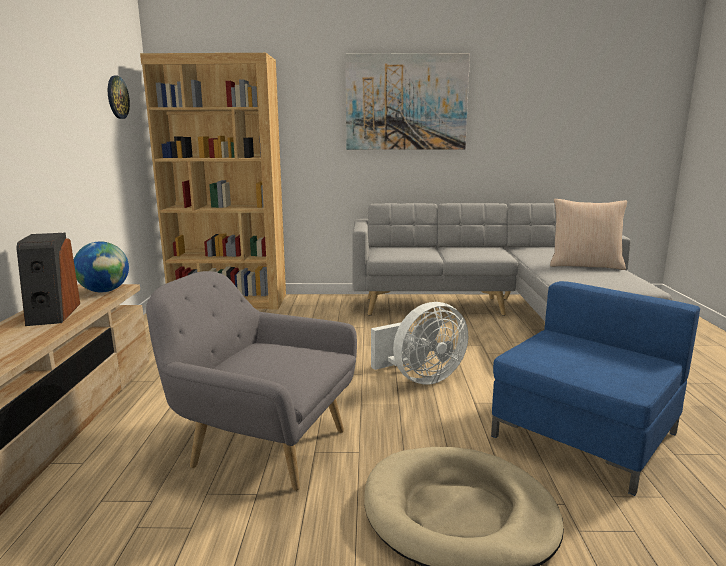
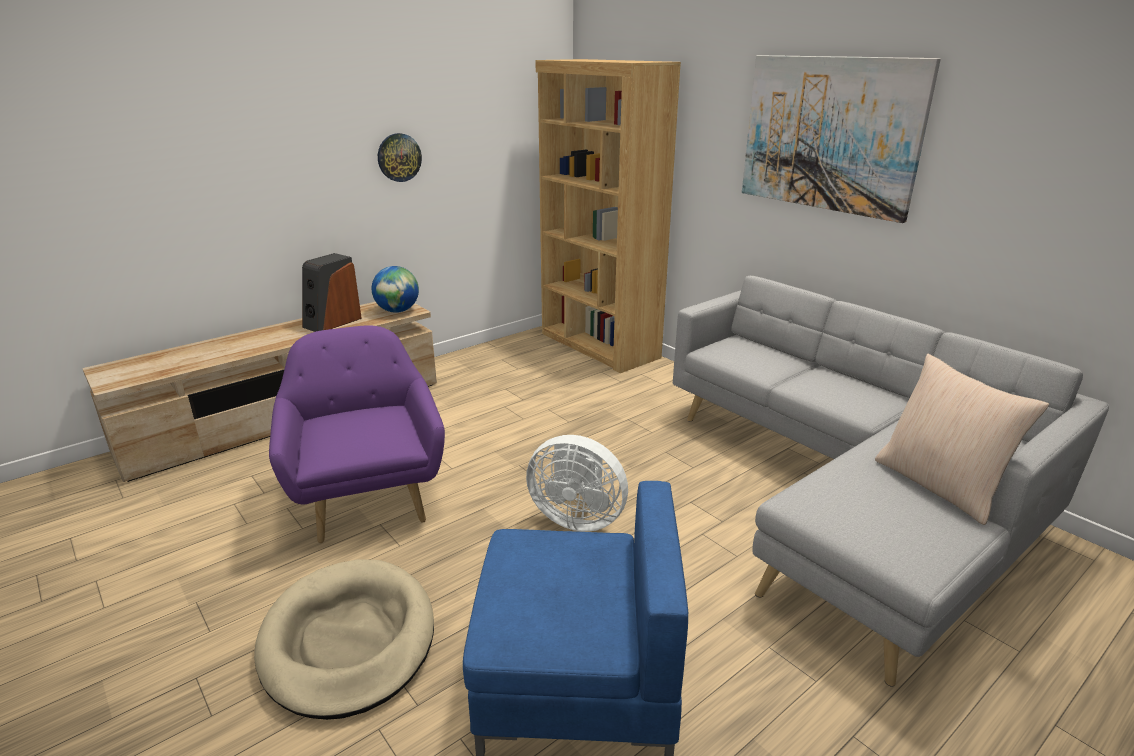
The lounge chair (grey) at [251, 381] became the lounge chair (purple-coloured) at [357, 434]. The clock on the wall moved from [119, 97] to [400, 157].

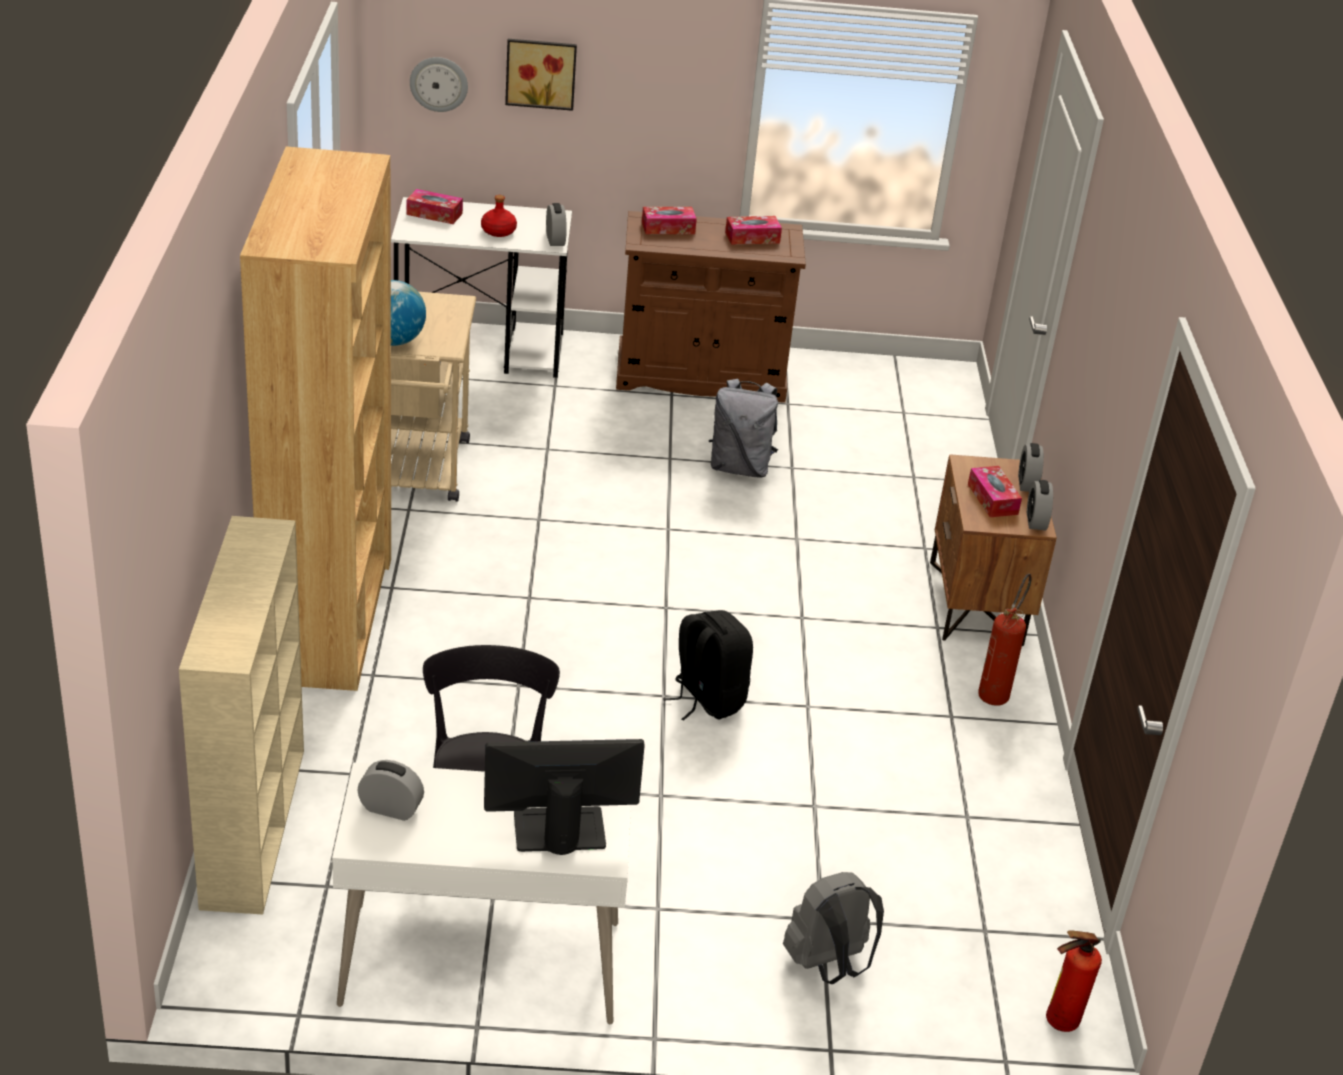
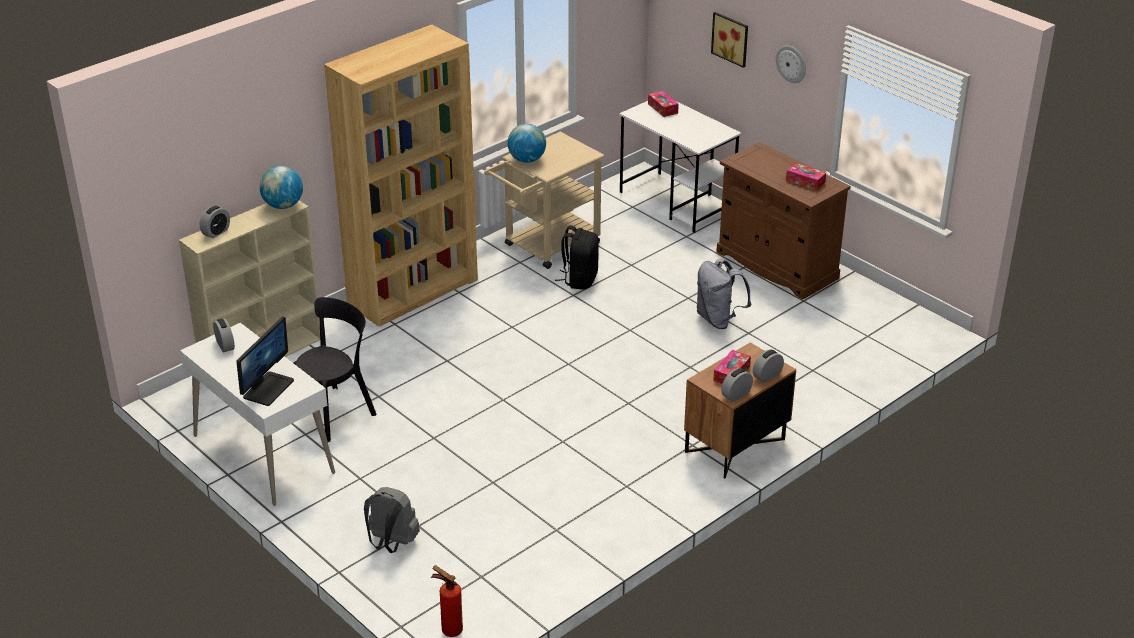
The alarm clock moved from [556, 224] to [215, 222]. The monitor at [564, 797] turned 75 degrees clockwise. The globe at [281, 187] appeared. The knapsack (blackish) moved from [708, 665] to [577, 258]. The clock on the wall moved from [439, 84] to [791, 64]. The bottle (red) at [499, 216] disappeared. The tissue box at [669, 220] disappeared. The fire extinguisher at [1005, 639] disappeared.

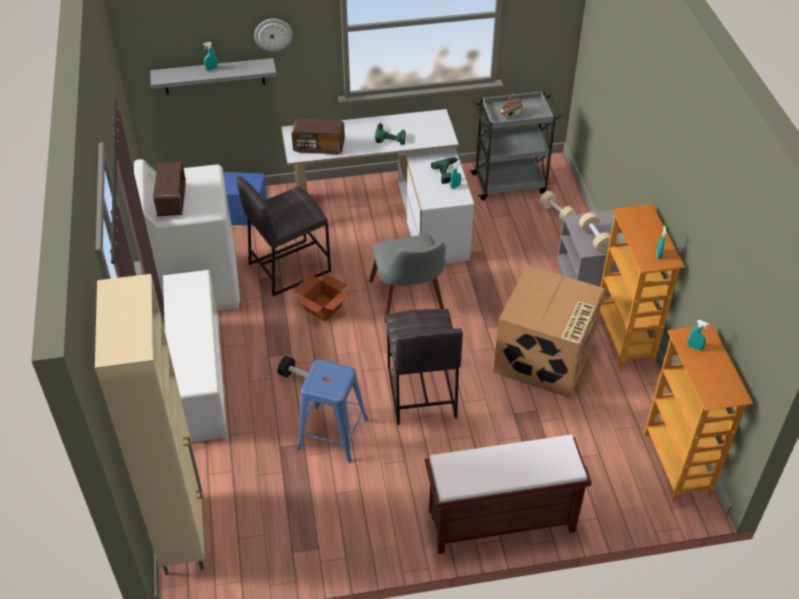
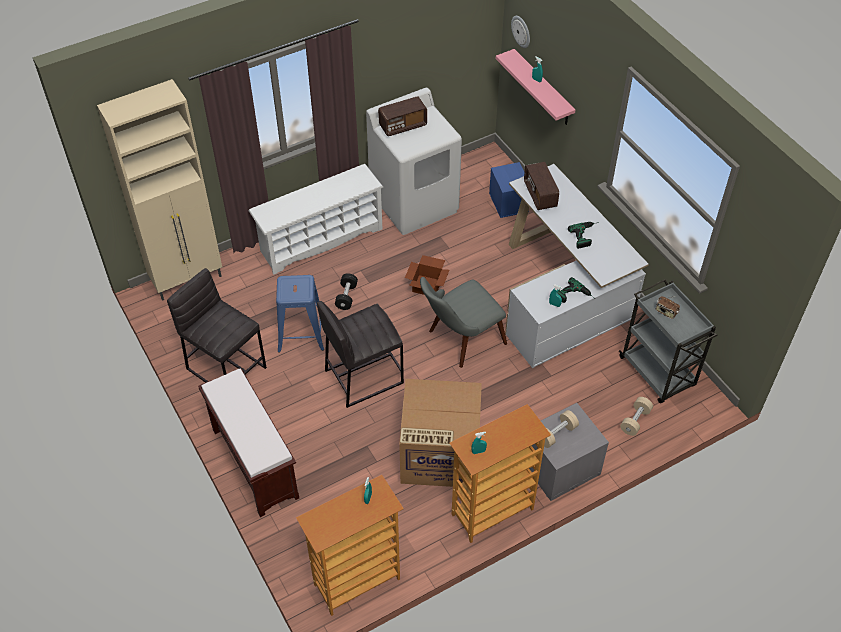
The stool (grey) moved from [283, 236] to [217, 325]. The wall shelf (grey) at [213, 76] became the wall shelf (pink-coloured) at [535, 87]. The clock on the wall moved from [273, 35] to [520, 32].

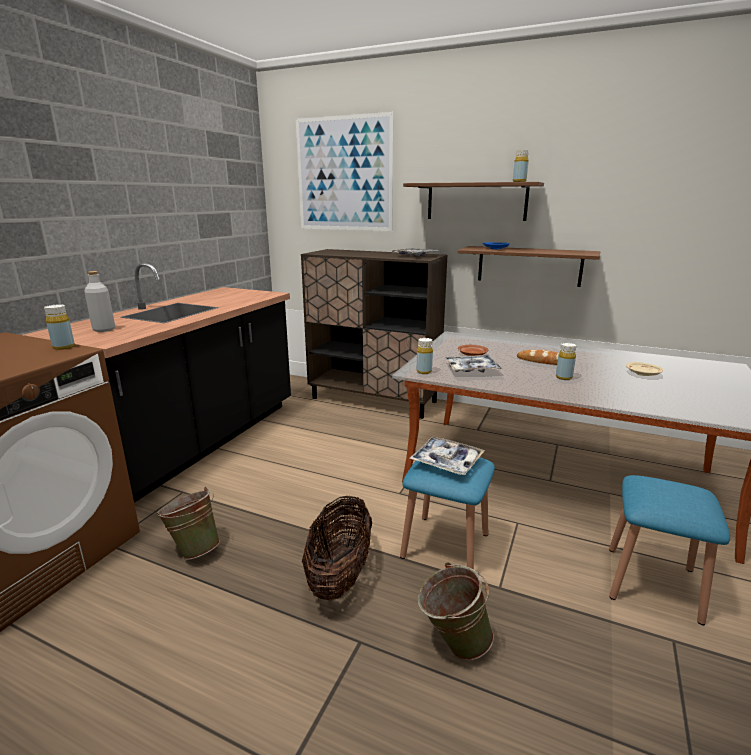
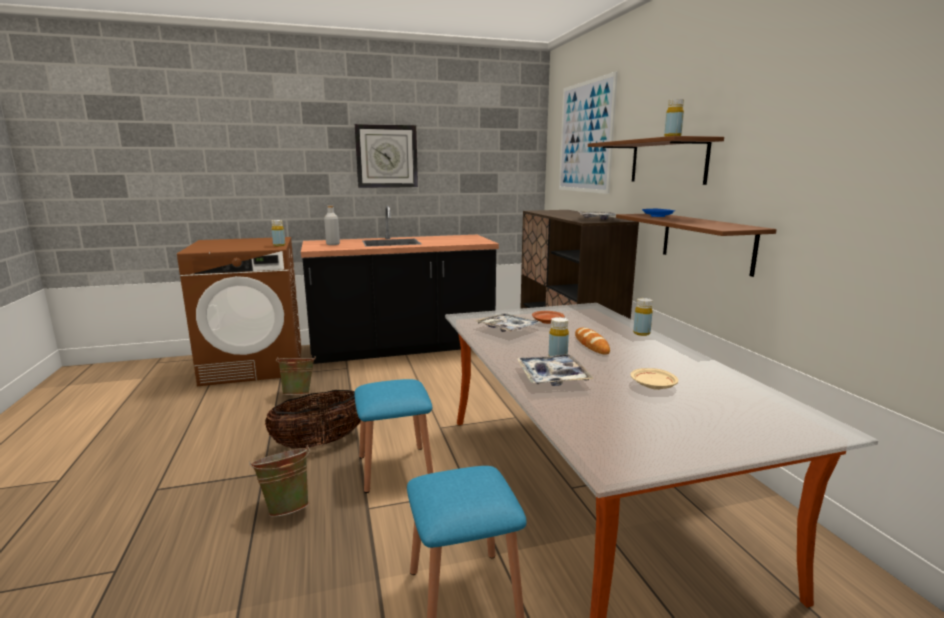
The clock on the wall at [386, 156] appeared. The carrying tray moved from [447, 456] to [555, 370]. The bottle (yellowish) moved from [425, 356] to [643, 317].

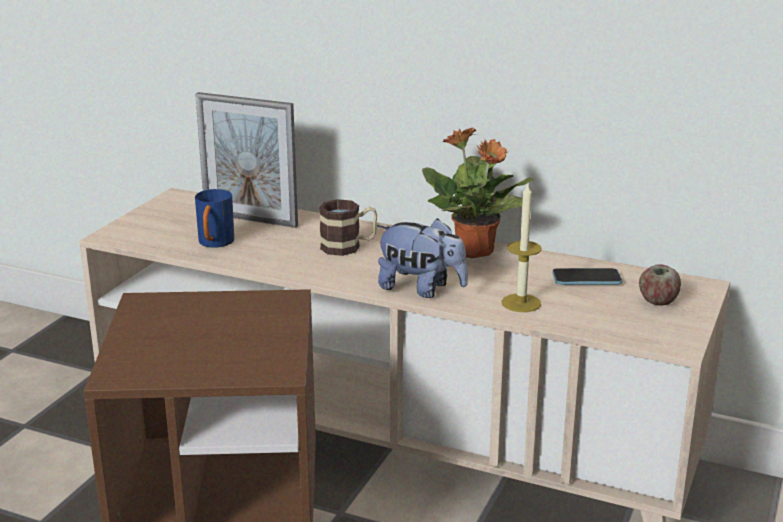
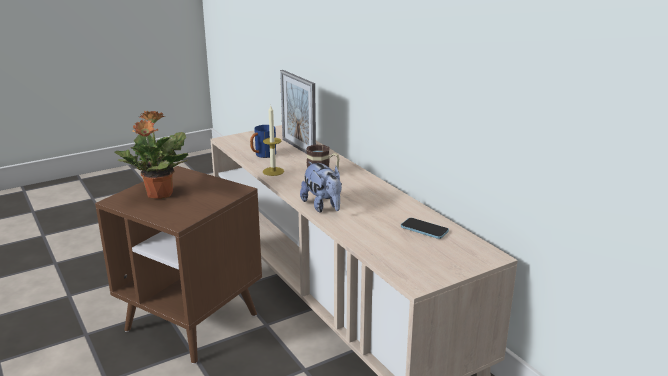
The houseplant moved from [477, 193] to [151, 154]. The candle moved from [521, 248] to [273, 141]. The whole apple at [660, 285] disappeared.

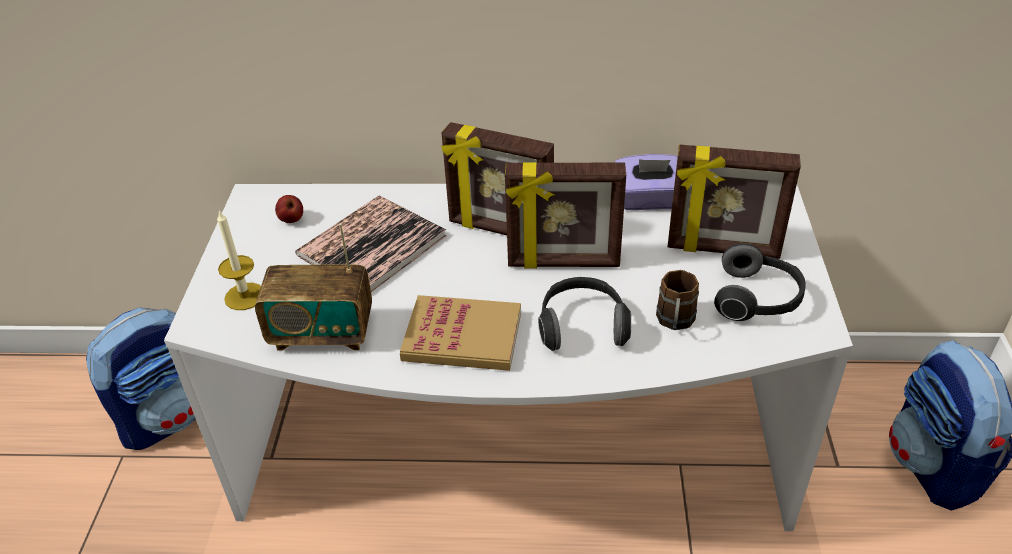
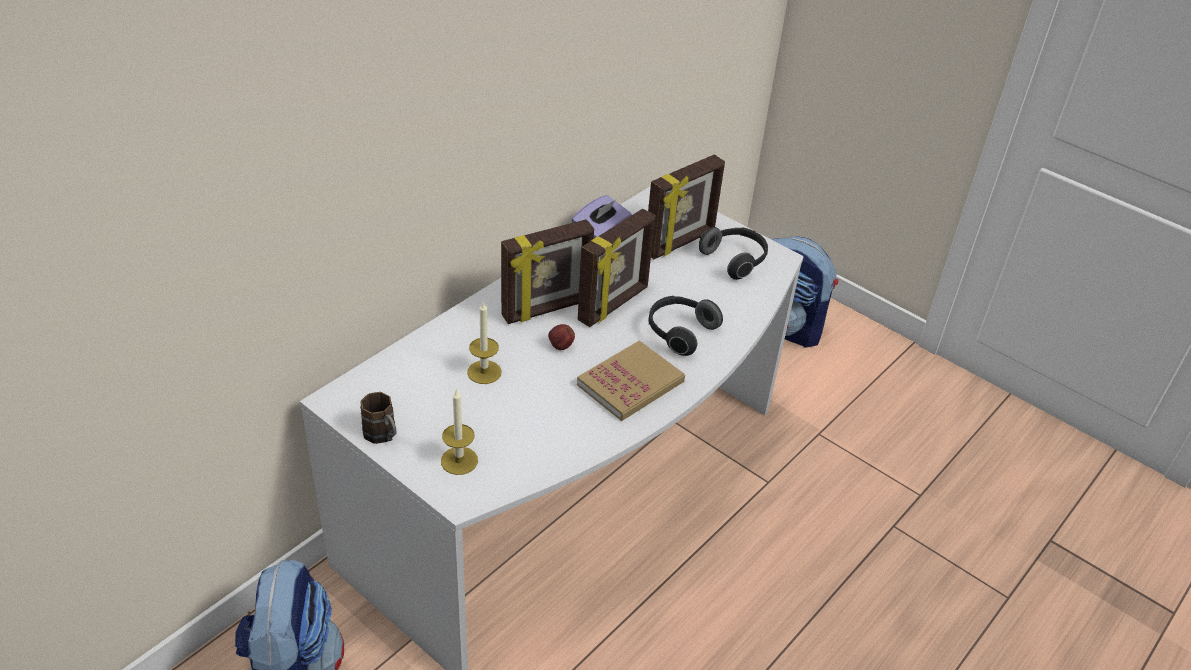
The mug (brownish) moved from [677, 300] to [378, 418]. The bound book at [371, 244] was replaced by the candle at [484, 343]. The whole apple moved from [289, 209] to [561, 337]. The radio at [313, 287] disappeared.

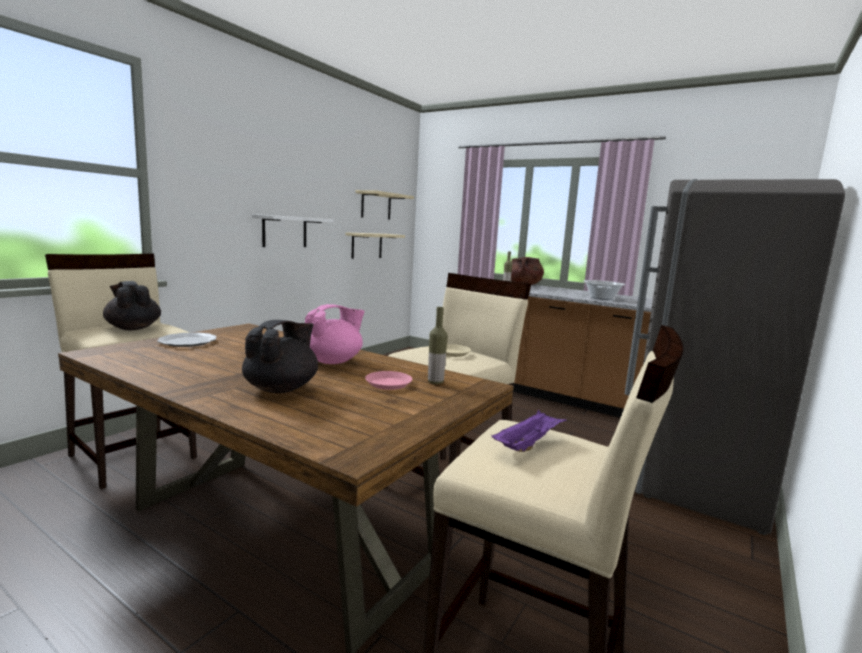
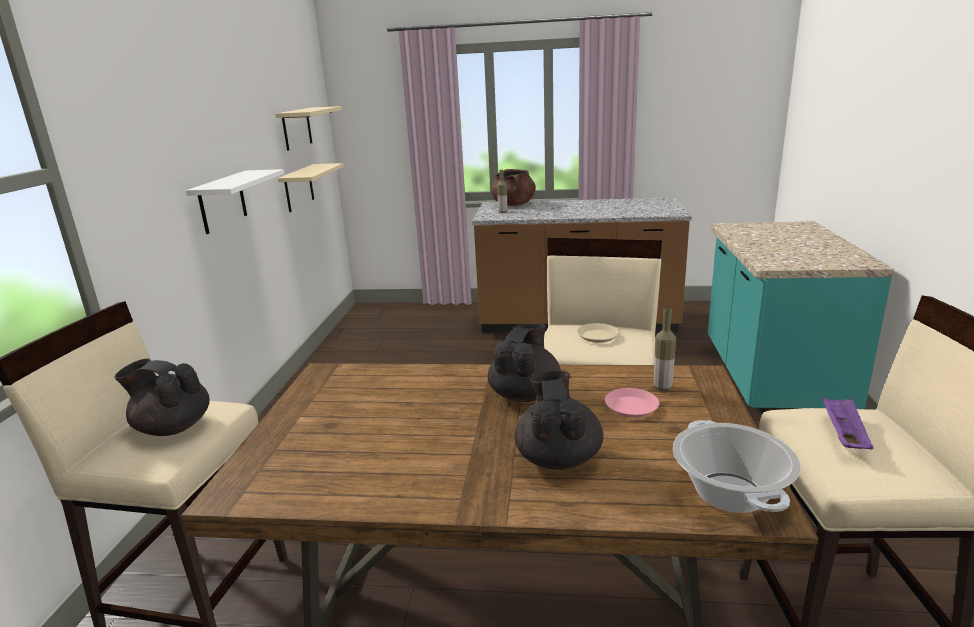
The pot for tea (pink-coloured) at [335, 334] became the pot for tea (blackish) at [524, 363]. The stockpot moved from [604, 290] to [737, 466]. The kitchen fridge (grey) at [735, 357] was replaced by the kitchen counter (blue-green) at [801, 320]. The plate at [187, 339] disappeared.

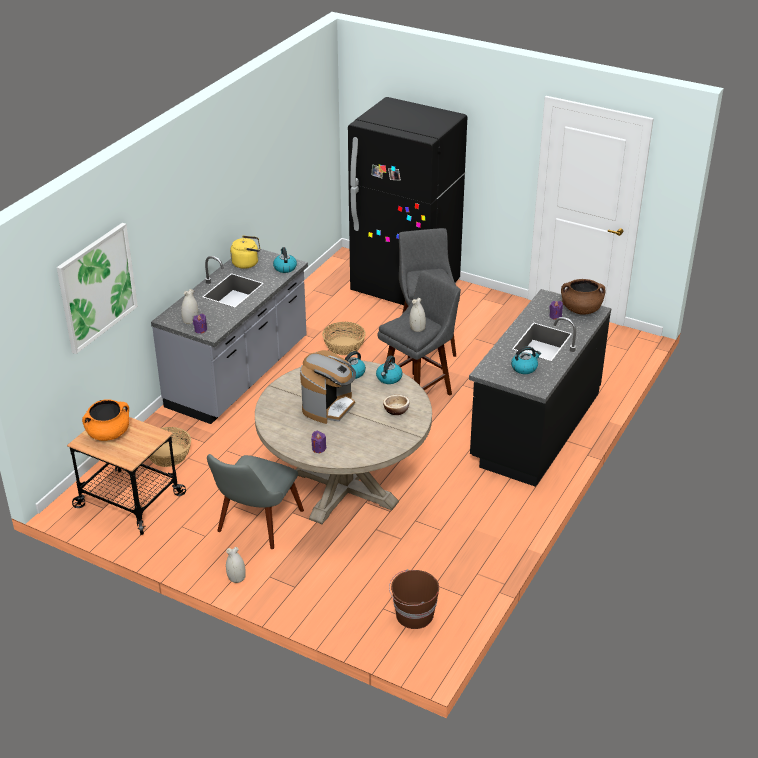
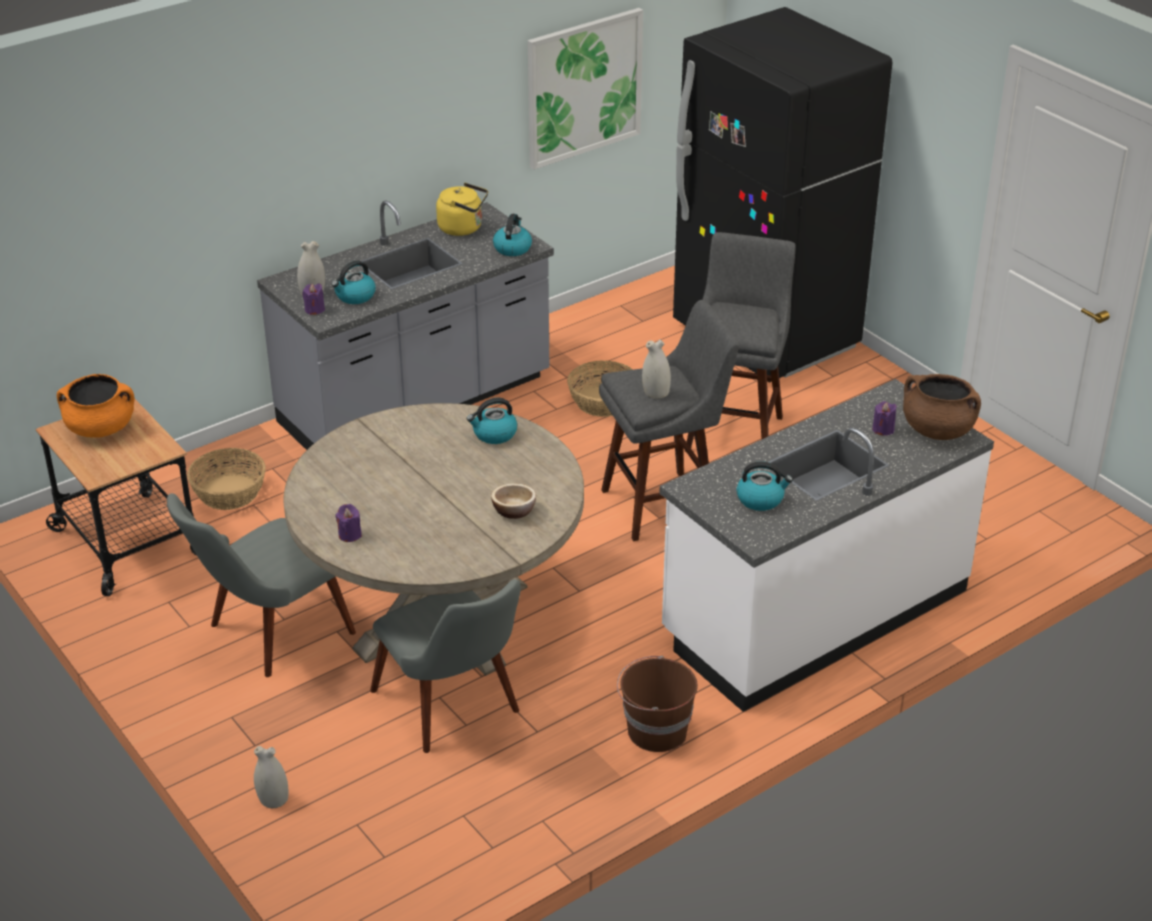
The flower vase (white) moved from [236, 565] to [271, 777]. The water kettle moved from [389, 370] to [354, 282]. The upright chair (grey) at [445, 666] appeared. The wall picture moved from [97, 288] to [585, 89]. The bucket (brownish) moved from [414, 599] to [657, 704]. The kitchen counter (blackish) at [540, 388] became the kitchen counter (white) at [826, 545]. The coffee brewer at [328, 387] disappeared.

